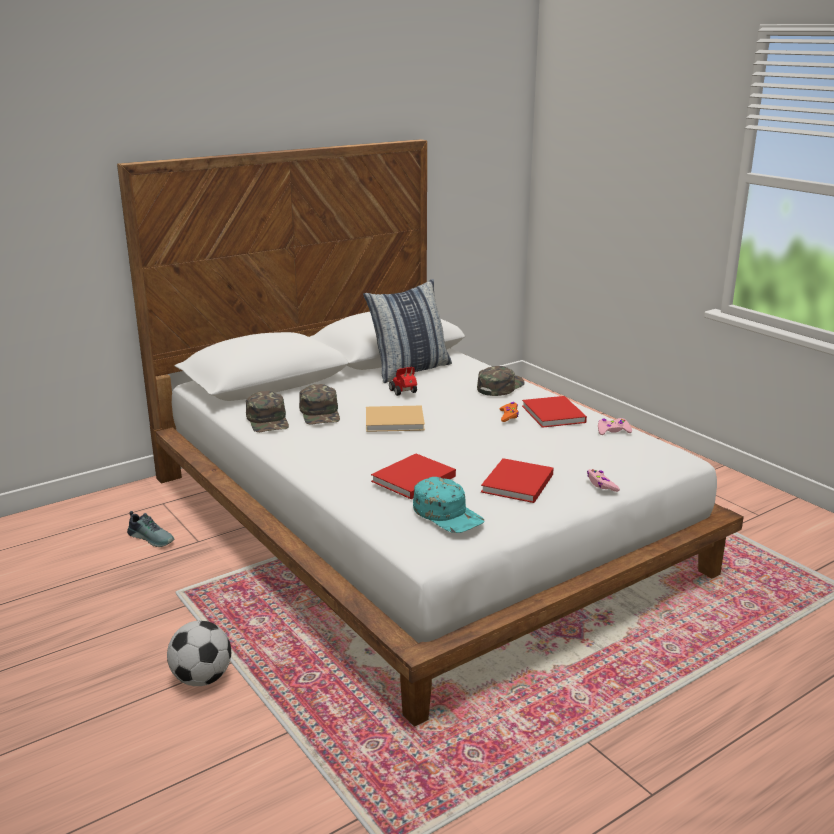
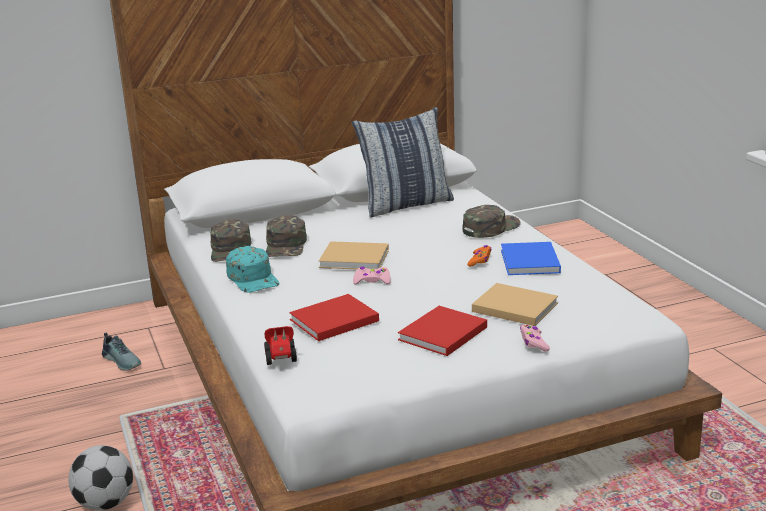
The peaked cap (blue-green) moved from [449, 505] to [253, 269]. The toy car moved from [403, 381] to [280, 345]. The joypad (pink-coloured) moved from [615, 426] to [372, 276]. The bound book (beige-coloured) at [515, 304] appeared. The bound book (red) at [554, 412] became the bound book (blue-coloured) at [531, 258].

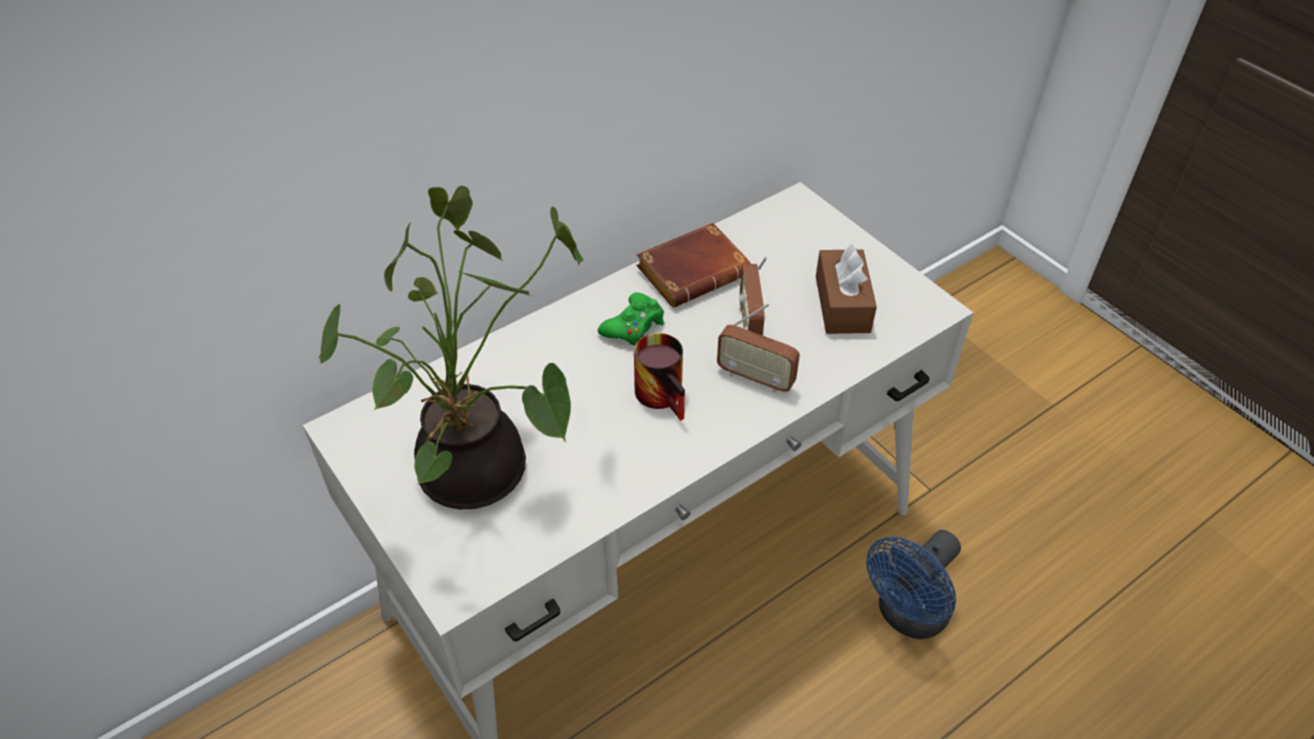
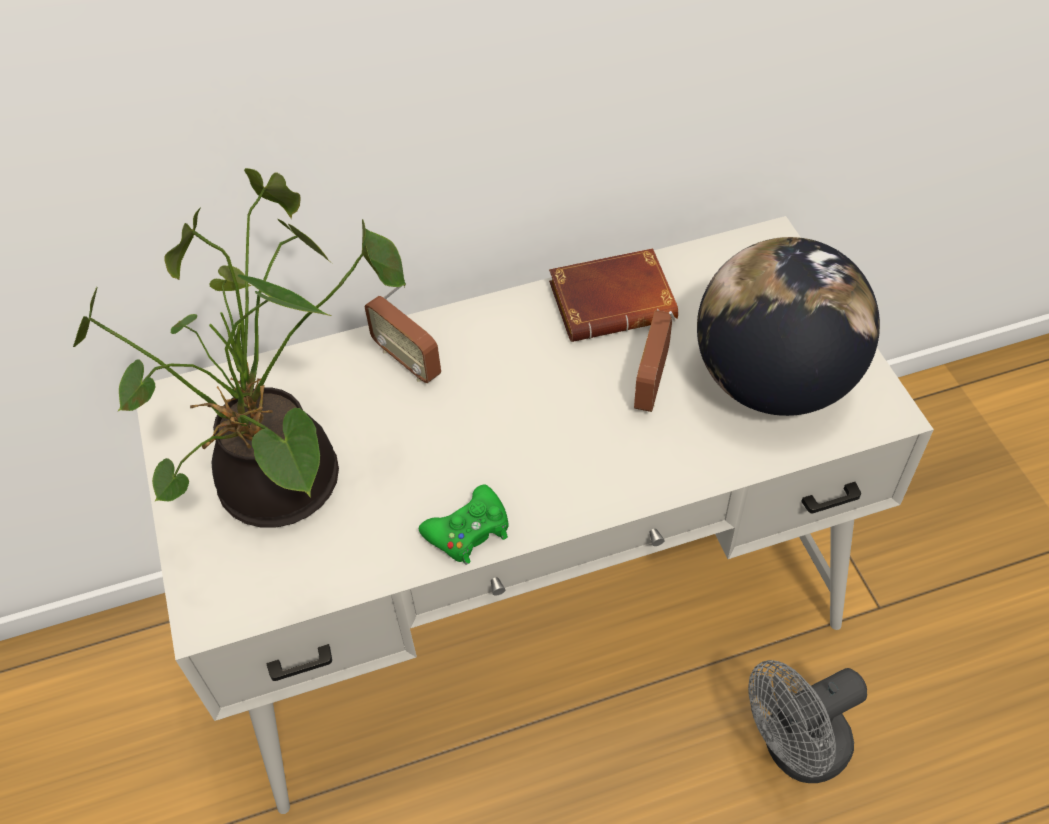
The radio moved from [758, 348] to [403, 332]. The joypad (greenish) moved from [631, 319] to [464, 524]. The tissue box (brownish) at [846, 289] was replaced by the globe at [788, 326]. The electric fan (blue-coloured) at [913, 584] became the electric fan (grey) at [807, 721]. The mug at [659, 377] disappeared.

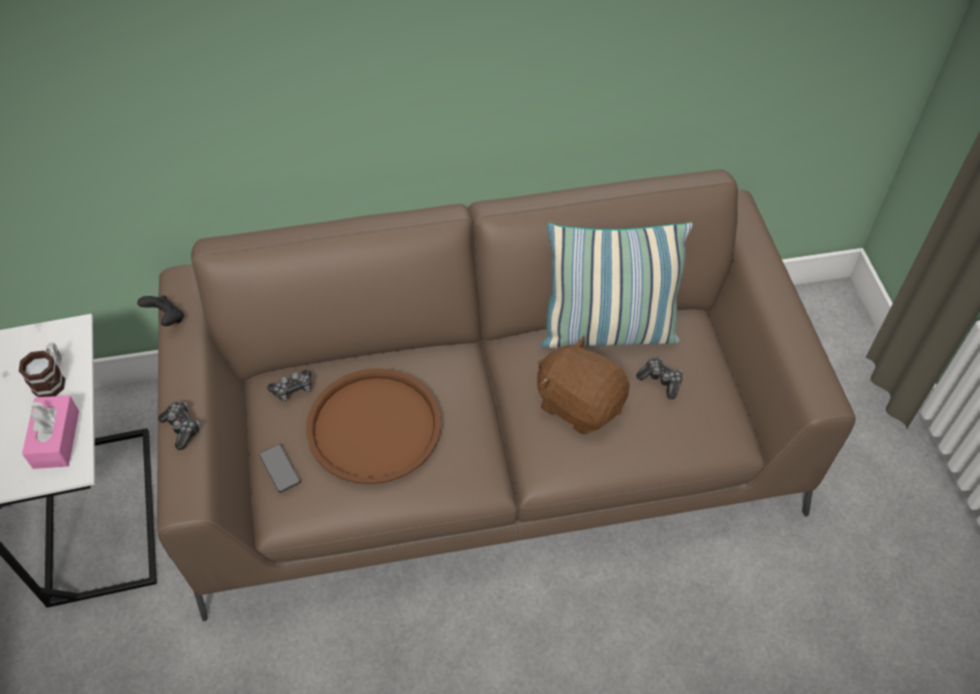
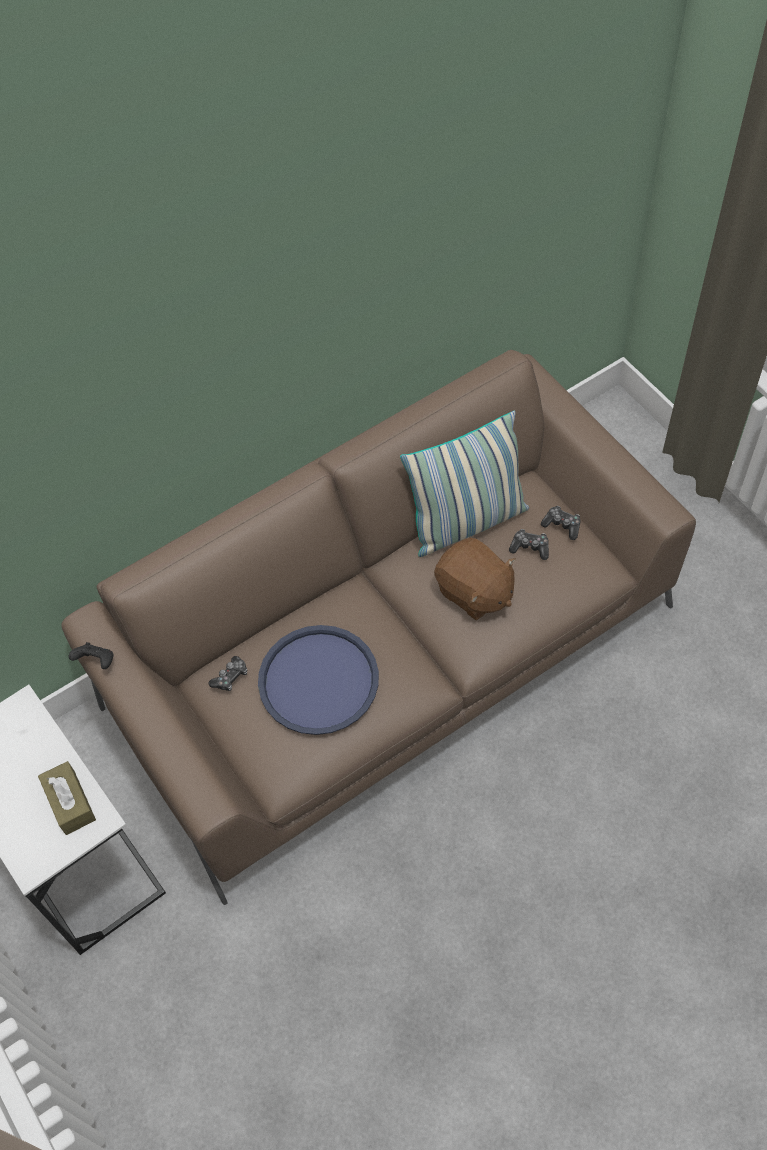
The tissue box (pink-coloured) at [50, 432] became the tissue box (brownish) at [67, 798]. The carrying tray (brownish) at [373, 426] became the carrying tray (blue-coloured) at [318, 680]. The plush toy (brownish) at [583, 385] turned 150 degrees counterclockwise. The joypad moved from [179, 426] to [561, 523]. The mug at [42, 369] disappeared. The handset at [279, 468] disappeared.

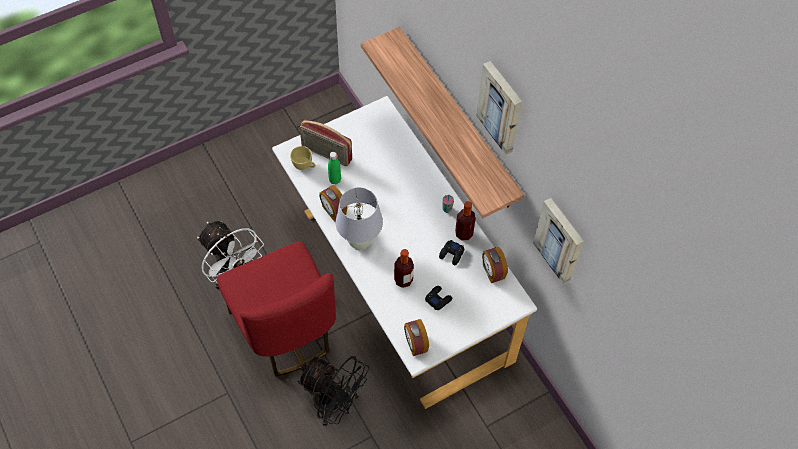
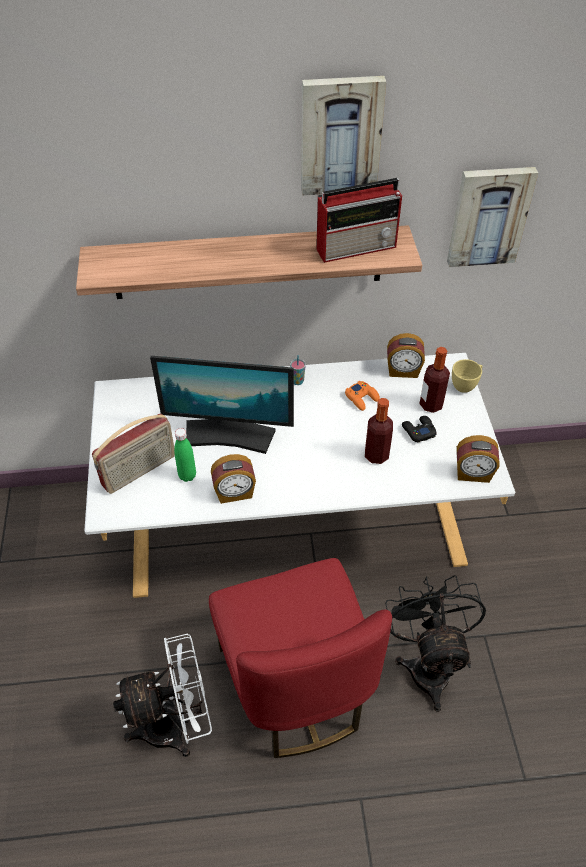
The monitor at [222, 405] appeared. The upright chair (red) at [276, 309] turned 75 degrees clockwise. The radio at [359, 220] appeared. The joypad (blackish) at [451, 252] became the joypad (orangey) at [362, 396]. The electric fan (blackish) at [333, 391] turned 60 degrees counterclockwise. The bottle moved from [465, 221] to [434, 380]. The small cup (yellowish) moved from [302, 158] to [467, 376]. The lamp for a table (white) at [359, 219] disappeared.

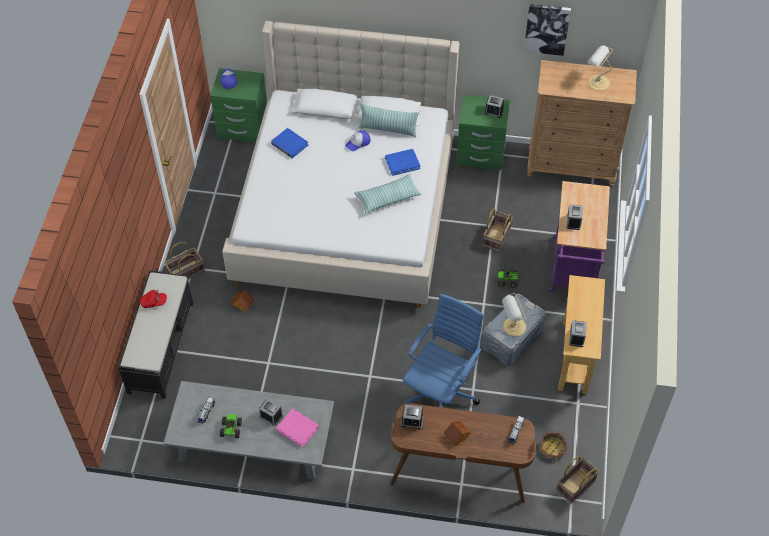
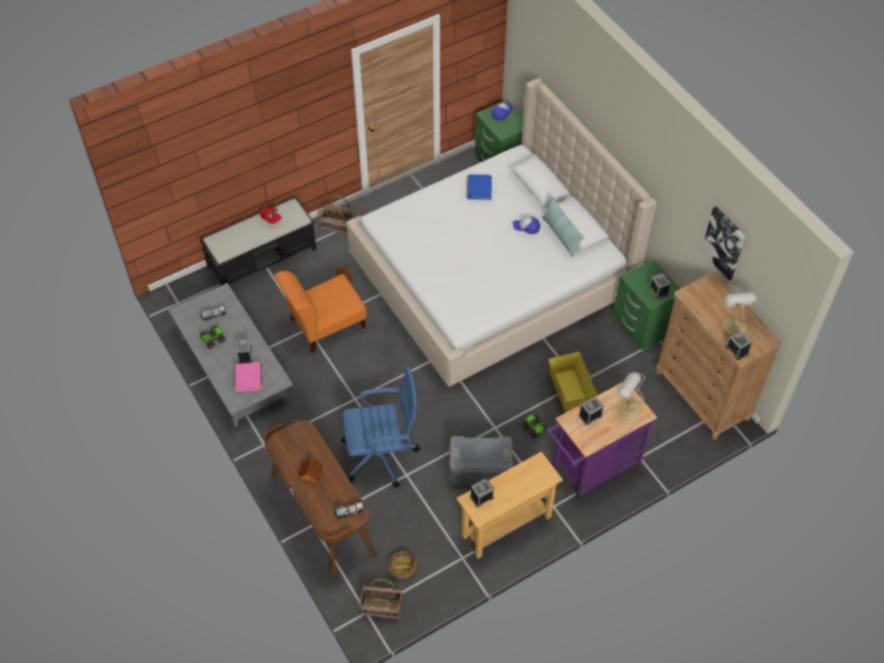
The upright chair (orangey) at [320, 312] appeared. The basket at [498, 230] was replaced by the storage container (yellowish) at [573, 382]. The lamp for a table moved from [514, 315] to [631, 395]. The alarm clock moved from [412, 417] to [738, 345]. The cushion at [388, 194] disappeared. The bound book (blue-coloured) at [402, 162] disappeared.

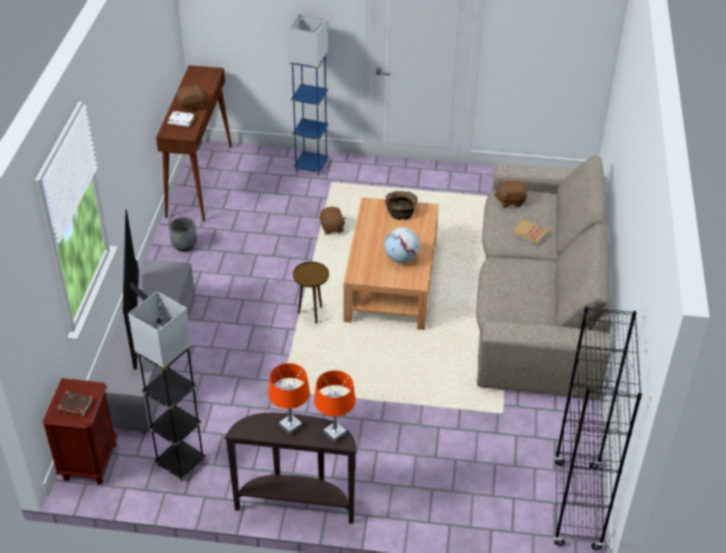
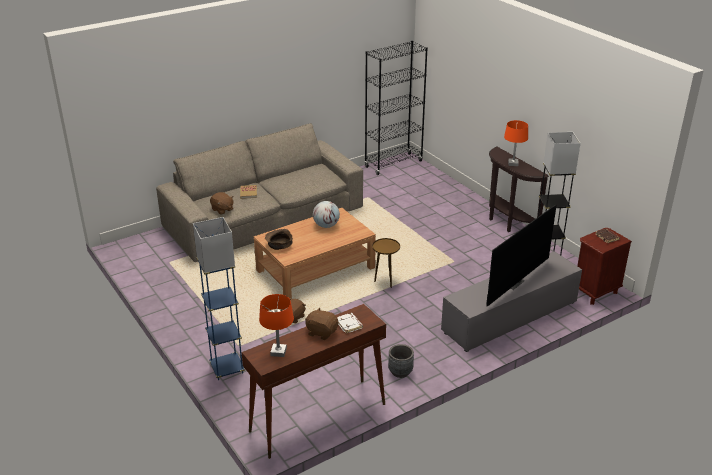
The lamp for a table (orangey) moved from [335, 406] to [276, 325].

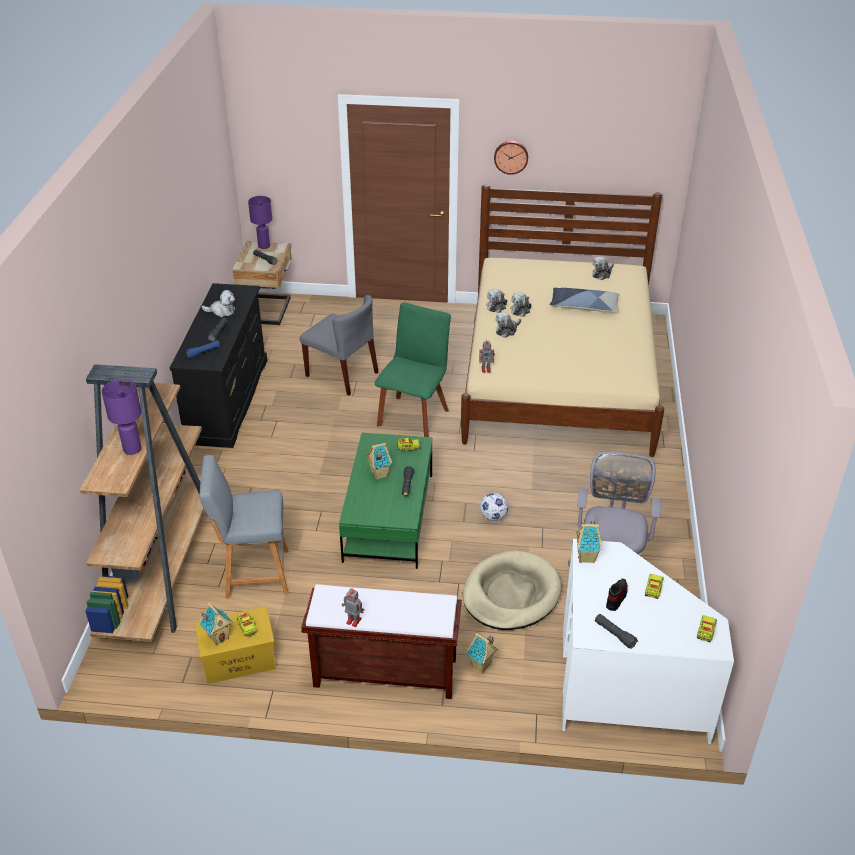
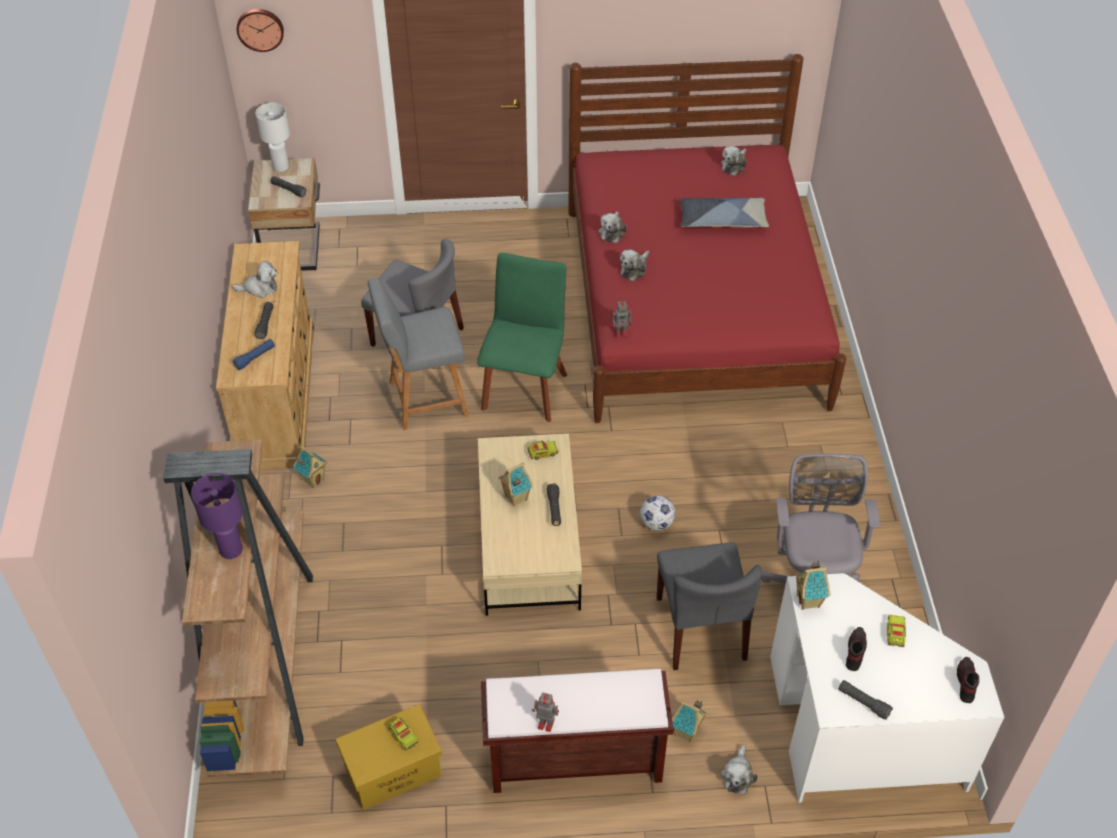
The drawer chest (blackish) at [218, 365] became the drawer chest (beige-coloured) at [265, 355]. The clock on the wall moved from [511, 158] to [260, 30]. The lamp for a table (purple-coloured) at [260, 222] became the lamp for a table (white) at [273, 137]. The toy house moved from [216, 624] to [310, 467]. The stool (grey) moved from [243, 527] to [418, 354]. The lounge table (greenish) at [386, 501] became the lounge table (beige-coloured) at [530, 525]. The bed (beige-coloured) at [562, 320] became the bed (red) at [707, 238]. The pet bed (beige-coloured) at [512, 590] was replaced by the upright chair (grey) at [709, 606]. The plush toy moved from [521, 305] to [738, 769]. The toy truck at [707, 628] was replaced by the low shoe at [968, 680].

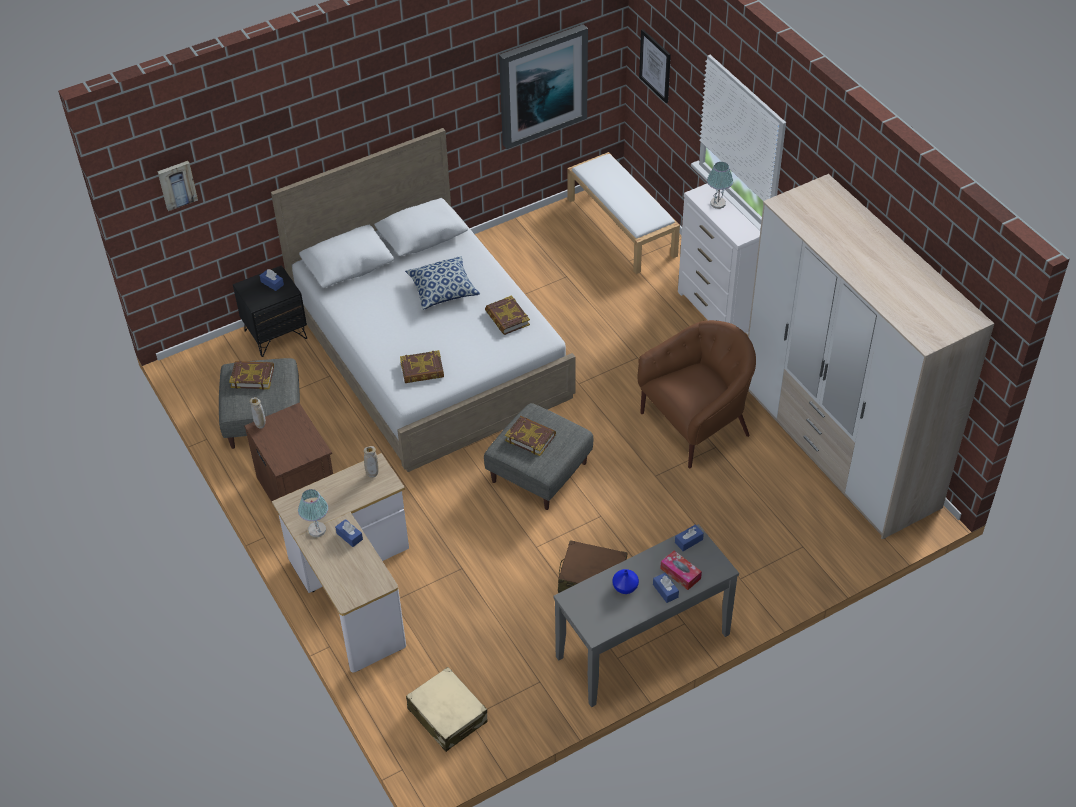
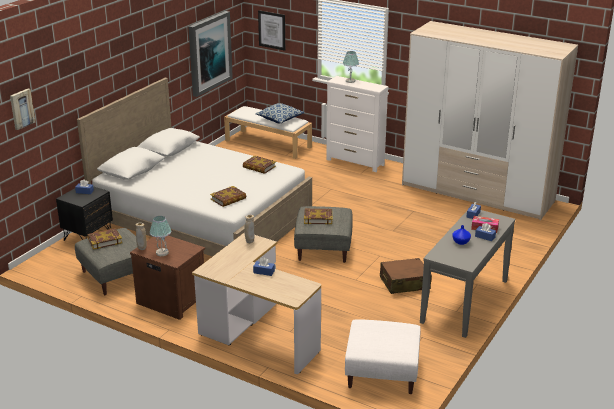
The lamp for a table moved from [313, 513] to [160, 236]. The cushion moved from [442, 283] to [280, 113]. The piece of luggage (beige-coloured) at [446, 709] was replaced by the pouffe (white) at [383, 356]. The lounge chair (brownish) at [697, 394] disappeared.

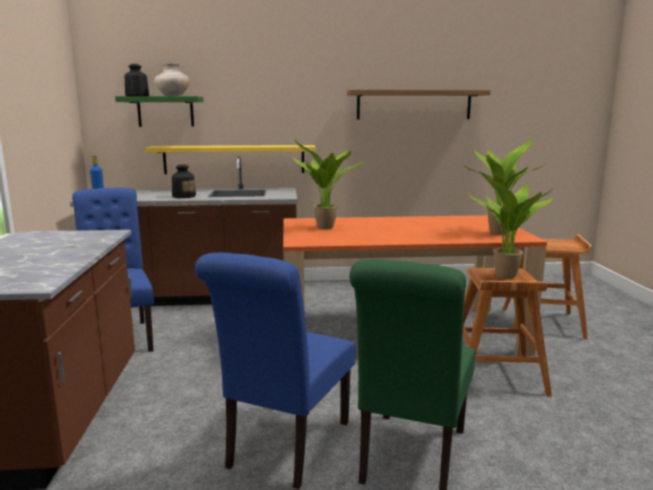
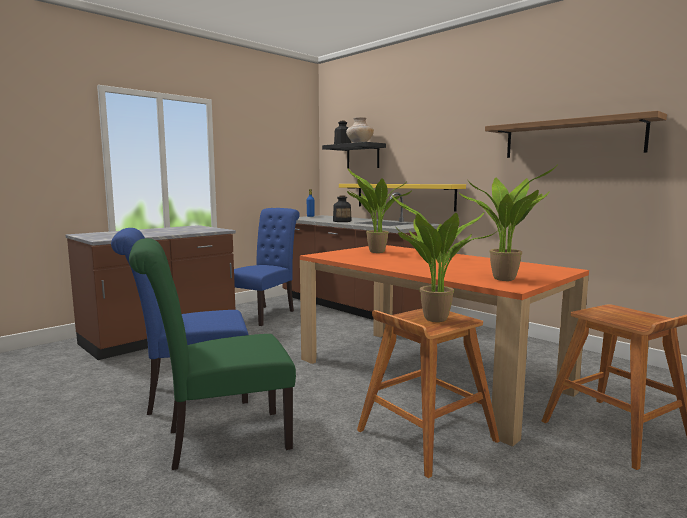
The wall shelf (greenish) at [159, 111] became the wall shelf (blackish) at [354, 155].

